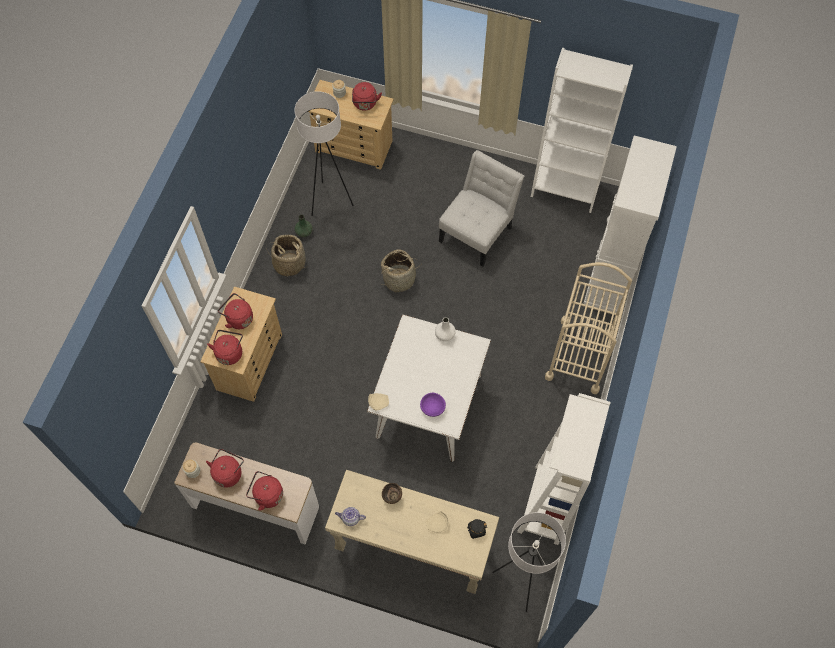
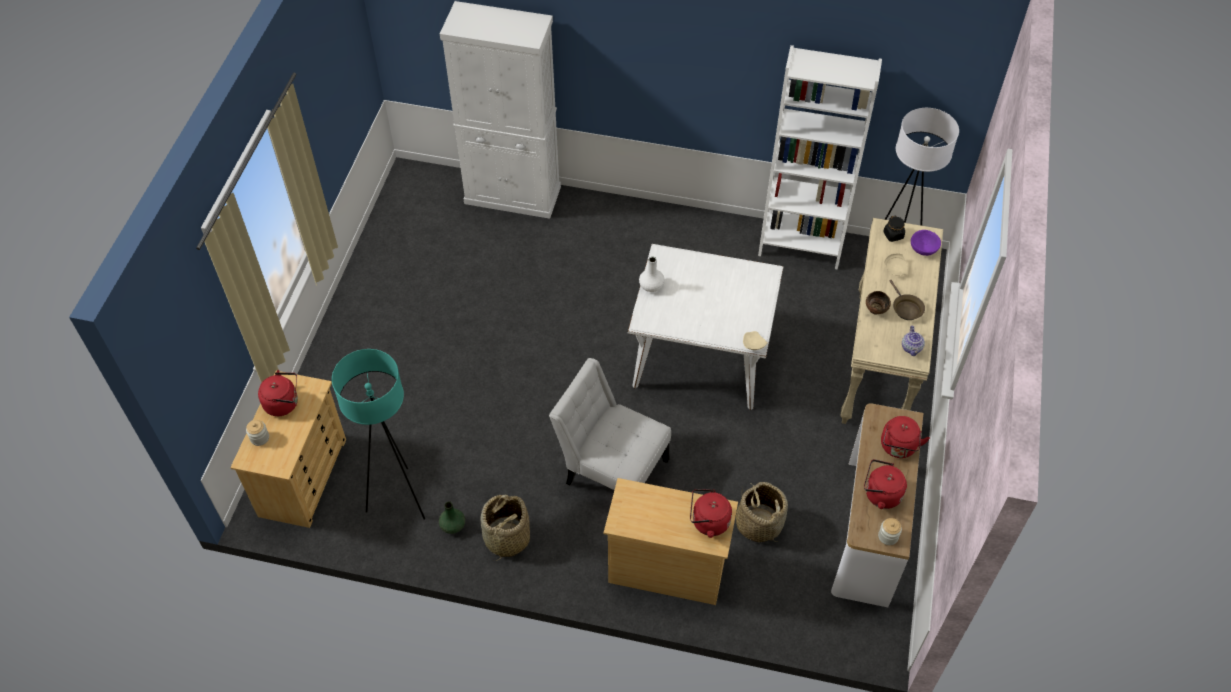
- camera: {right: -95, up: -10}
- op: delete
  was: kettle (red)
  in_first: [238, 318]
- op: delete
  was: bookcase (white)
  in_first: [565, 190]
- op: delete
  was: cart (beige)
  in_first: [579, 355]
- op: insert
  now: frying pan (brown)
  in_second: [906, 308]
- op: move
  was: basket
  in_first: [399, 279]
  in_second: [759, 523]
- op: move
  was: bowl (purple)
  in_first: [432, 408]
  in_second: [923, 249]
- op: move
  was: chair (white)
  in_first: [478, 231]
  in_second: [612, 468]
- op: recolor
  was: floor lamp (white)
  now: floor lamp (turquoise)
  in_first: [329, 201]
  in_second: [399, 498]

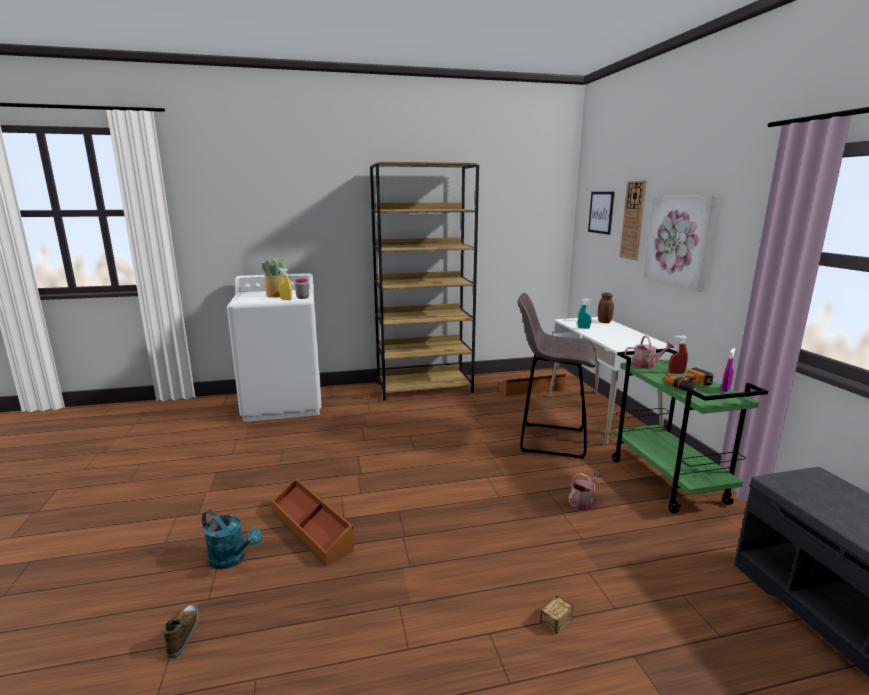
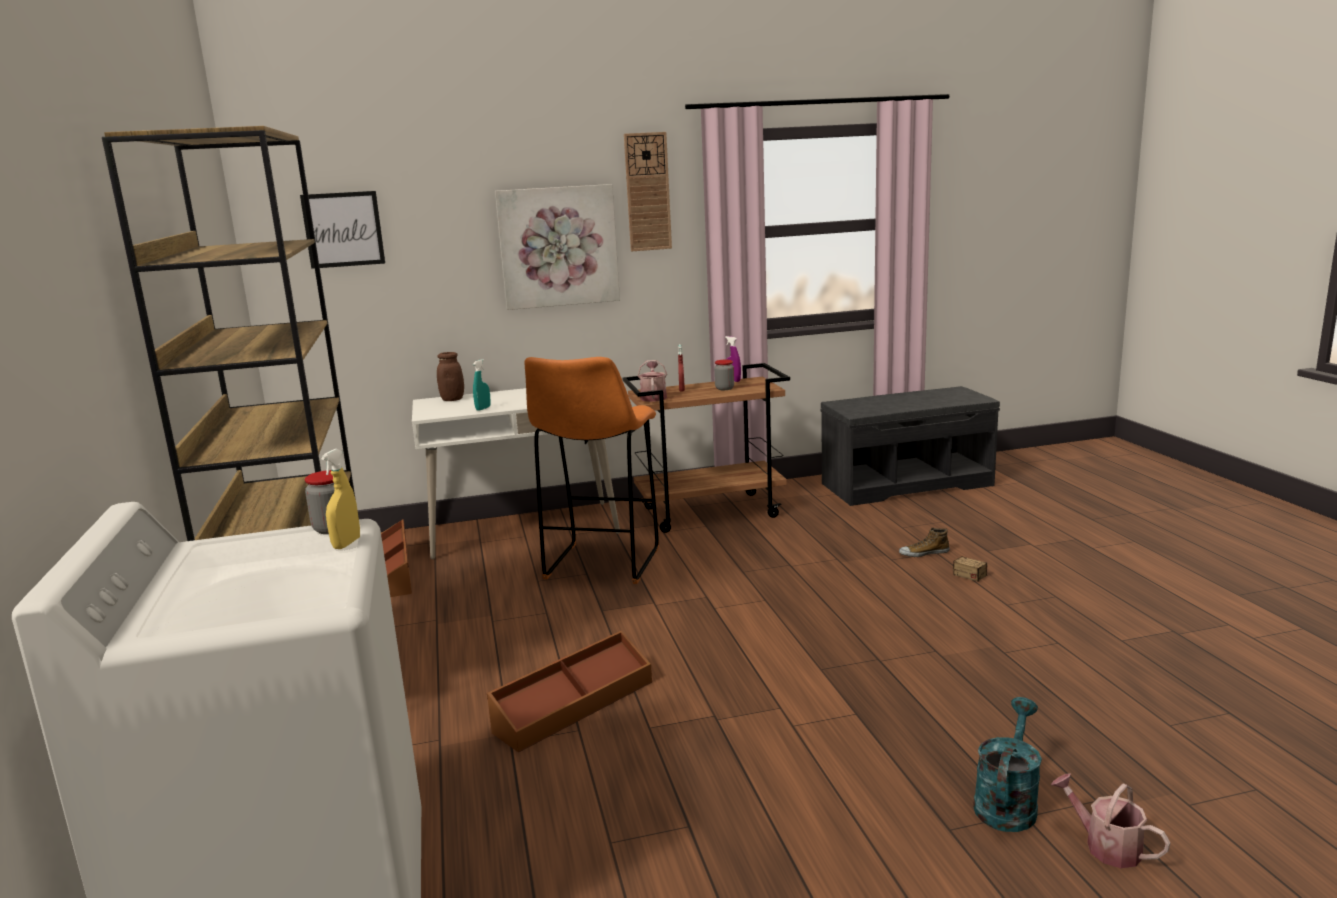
- camera: {right: -90, up: 0}
- op: delete
  was: potted plant
  in_first: [277, 295]
- op: move
  was: shoe
  in_first: [183, 634]
  in_second: [923, 553]
- op: move
  was: storage box (brown)
  in_first: [312, 530]
  in_second: [573, 705]
- op: move
  was: watering can
  in_first: [583, 502]
  in_second: [1106, 846]
- op: move
  was: wall clock
  in_first: [633, 220]
  in_second: [647, 192]
- op: replace
  was: power drill
  now: jar
  in_first: [691, 386]
  in_second: [724, 388]
- op: recolor
  was: stool (grey)
  now: stool (orange)
  in_first: [549, 440]
  in_second: [601, 565]
- op: recolor
  was: cart (green)
  now: cart (brown)
  in_first: [669, 481]
  in_second: [711, 512]

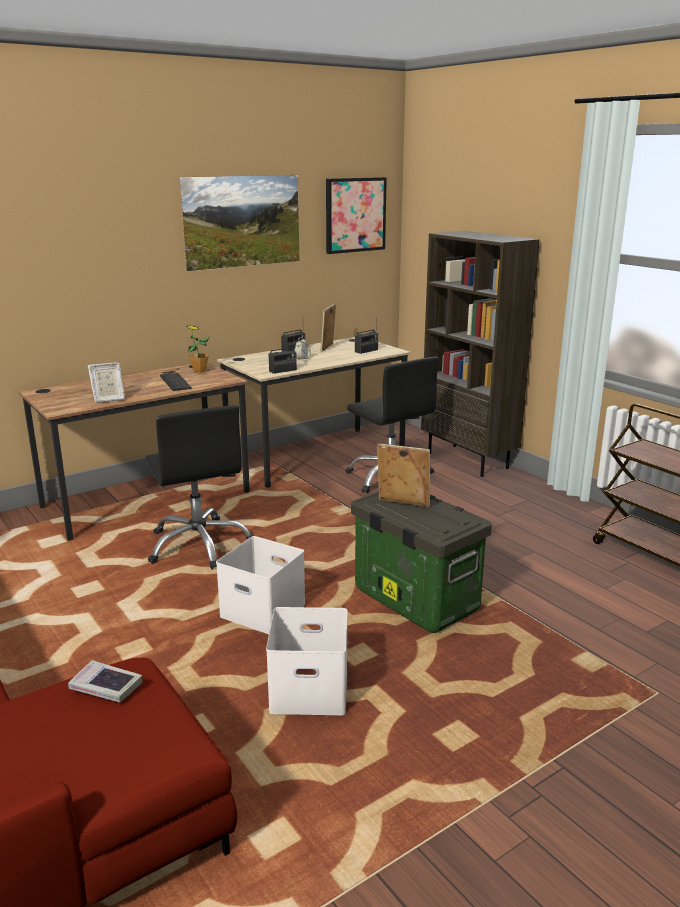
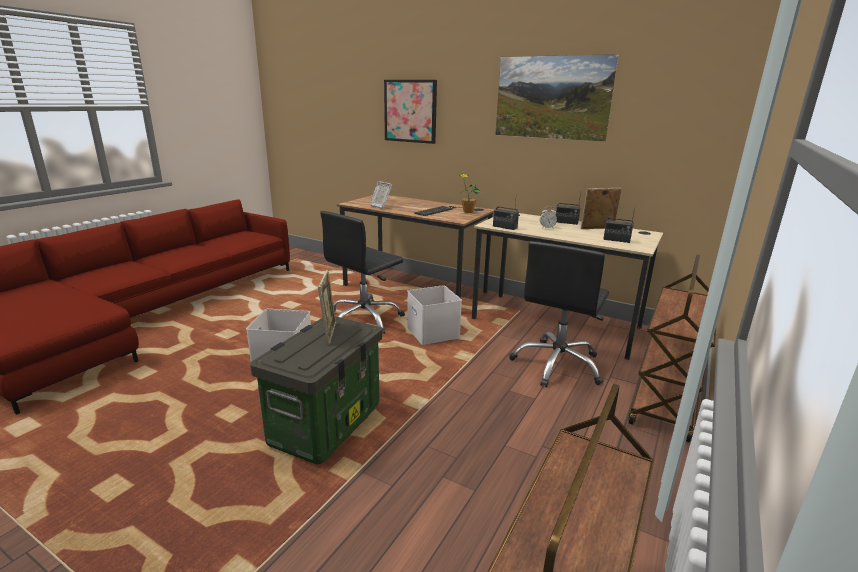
- camera: {right: 65, up: 0}
- op: delete
  was: book
  in_first: [106, 686]
- op: move
  was: storage box (white)
  in_first: [307, 692]
  in_second: [431, 333]
- op: move
  was: picture
  in_first: [355, 215]
  in_second: [410, 111]
- op: replace
  was: bookcase (brown)
  now: cart (brown)
  in_first: [468, 460]
  in_second: [665, 401]

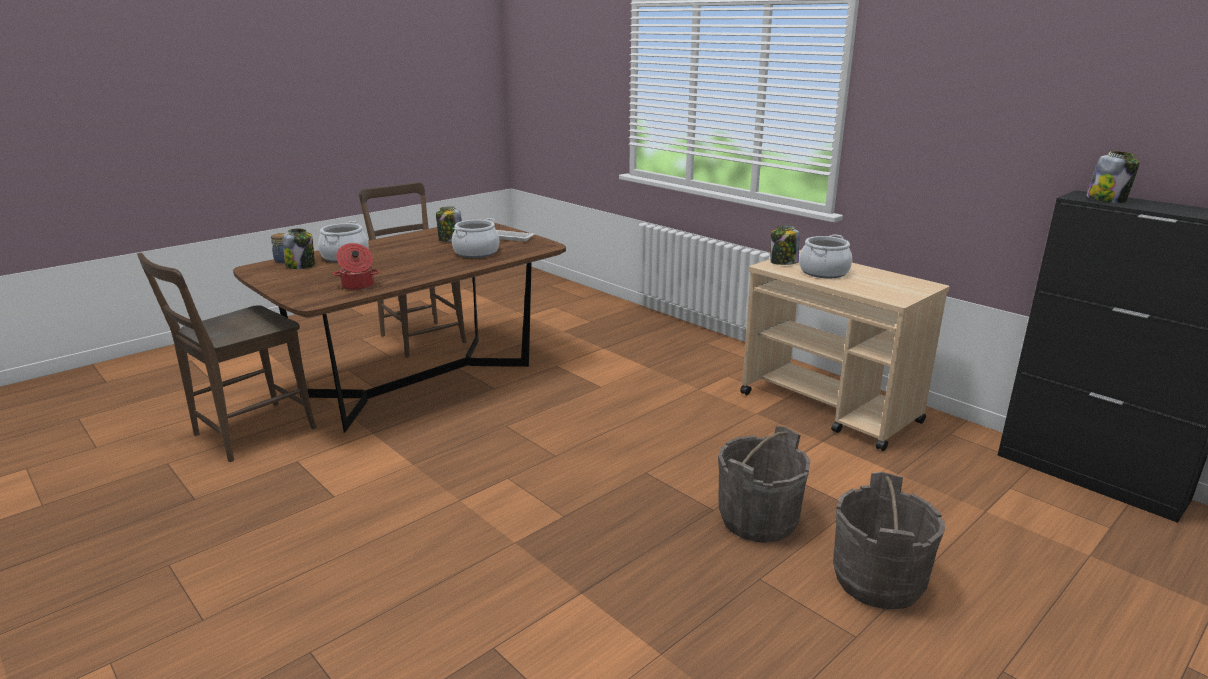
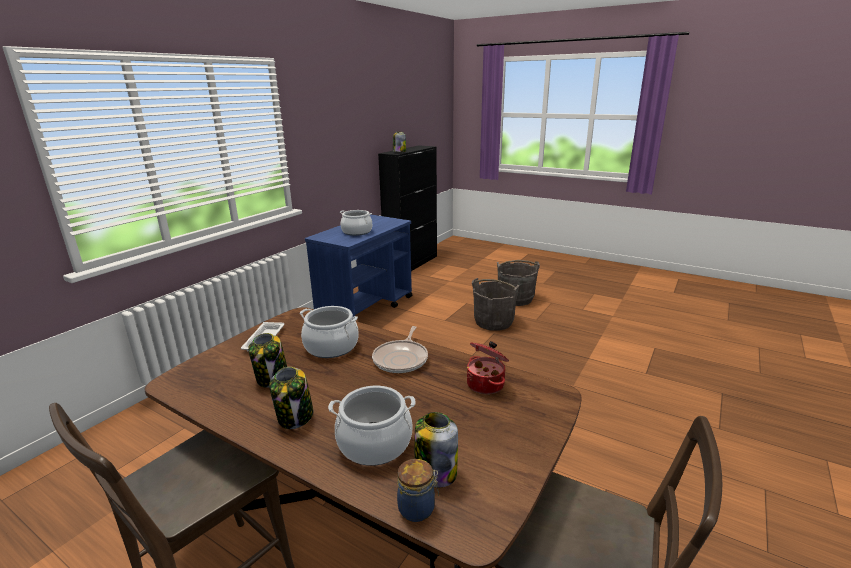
- camera: {right: -105, up: 0}
- op: insert
  now: frying pan
  in_second: [401, 359]
- op: move
  was: jar
  in_first: [783, 263]
  in_second: [295, 417]
- op: recolor
  was: cart (beige)
  now: cart (blue)
  in_first: [830, 408]
  in_second: [366, 309]

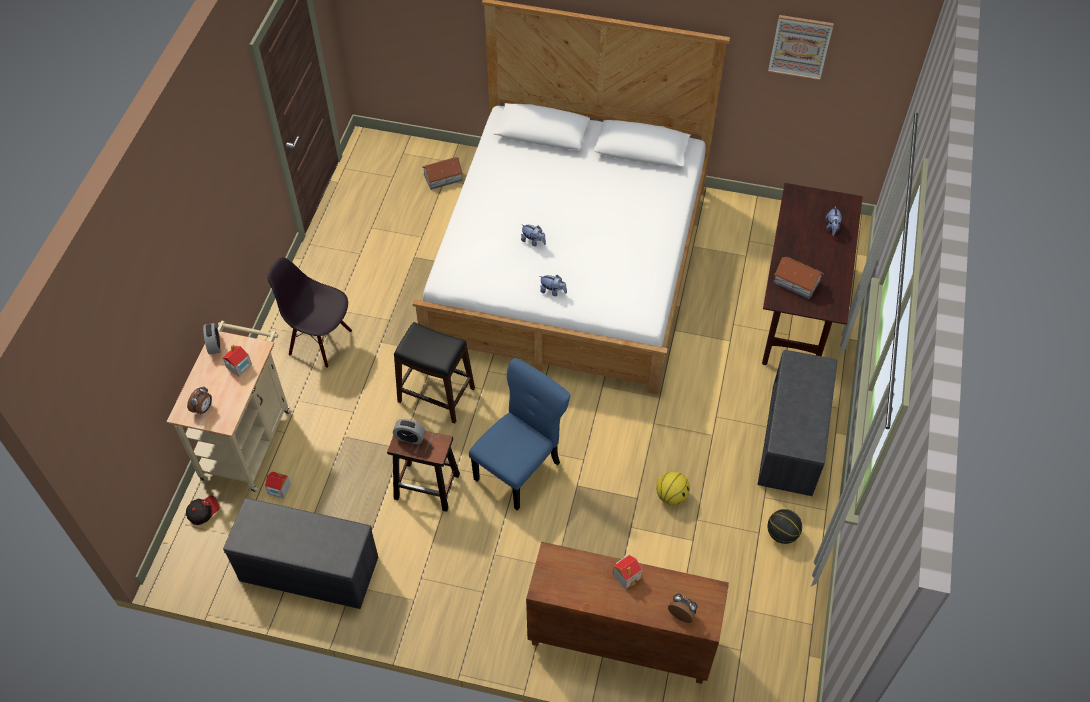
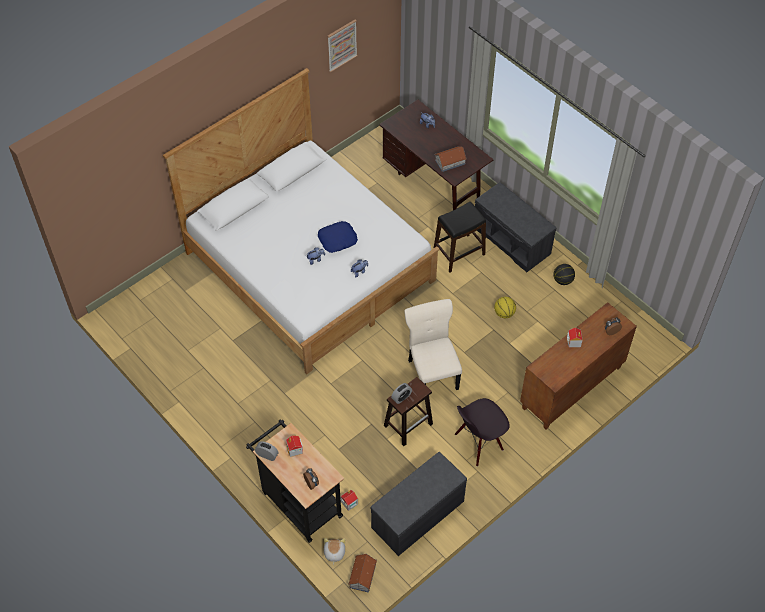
- camera: {right: -55, up: 0}
- op: insert
  now: pillow (blue)
  in_second: [337, 240]
- op: move
  was: chair (black)
  in_first: [321, 342]
  in_second: [478, 443]
- op: move
  was: stool (black)
  in_first: [436, 394]
  in_second: [458, 253]
- op: move
  was: toy house
  in_first: [442, 177]
  in_second: [362, 576]
- op: replace
  was: cap
  now: plush toy
  in_first: [203, 512]
  in_second: [334, 553]
- op: recolor
  was: cart (beige)
  now: cart (black)
  in_first: [249, 439]
  in_second: [298, 501]
- op: recolor
  was: chair (blue)
  now: chair (beige)
  in_first: [520, 469]
  in_second: [432, 372]

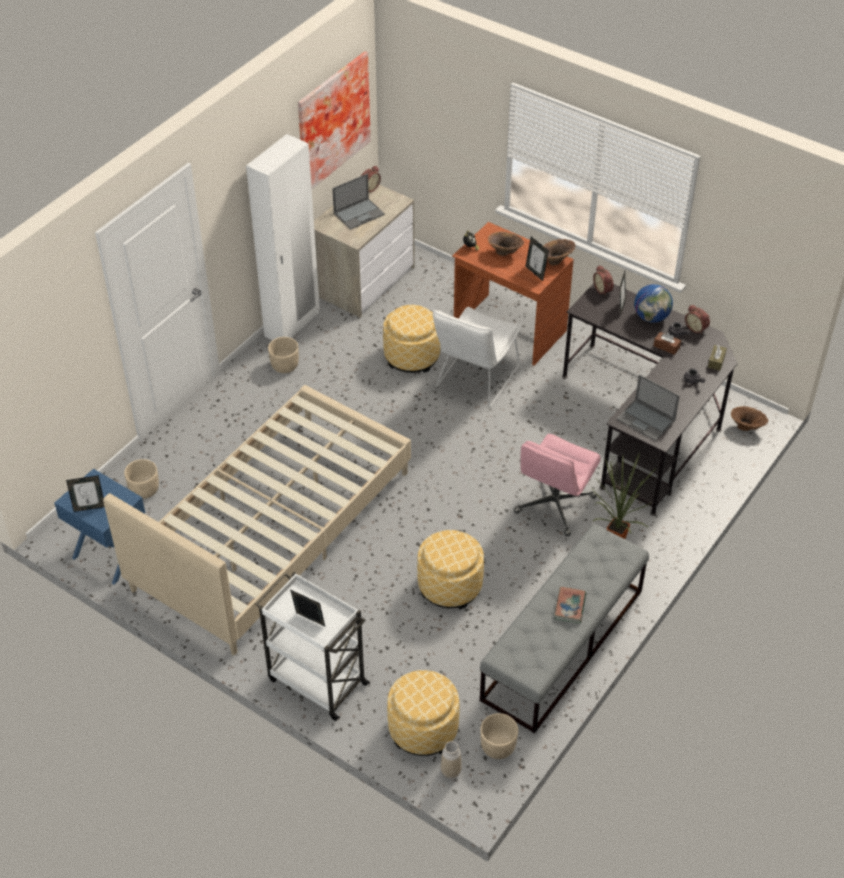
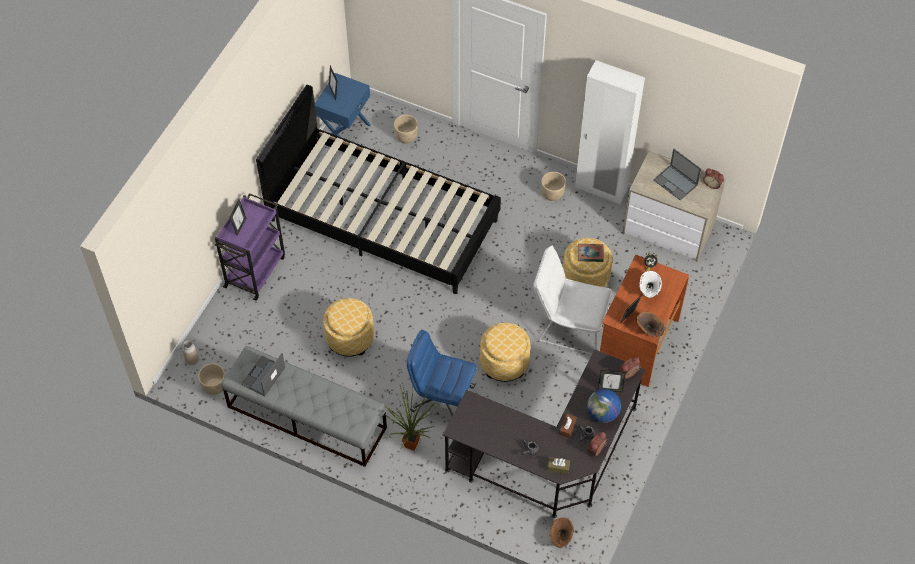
- camera: {right: 80, up: 10}
- op: delete
  was: picture
  in_first: [331, 120]
- op: move
  was: ottoman
  in_first: [423, 729]
  in_second: [504, 362]
- op: move
  was: book
  in_first: [570, 607]
  in_second: [590, 254]
- op: move
  was: laptop
  in_first: [646, 420]
  in_second: [263, 376]
- op: recolor
  was: bed (beige)
  now: bed (black)
  in_first: [272, 530]
  in_second: [383, 219]
- op: recolor
  was: cart (white)
  now: cart (purple)
  in_first: [316, 680]
  in_second: [255, 270]
- op: recolor
  was: vase (brown)
  now: vase (white)
  in_first: [505, 253]
  in_second: [648, 292]
- op: recolor
  was: office chair (pink)
  now: office chair (blue)
  in_first: [554, 505]
  in_second: [441, 398]

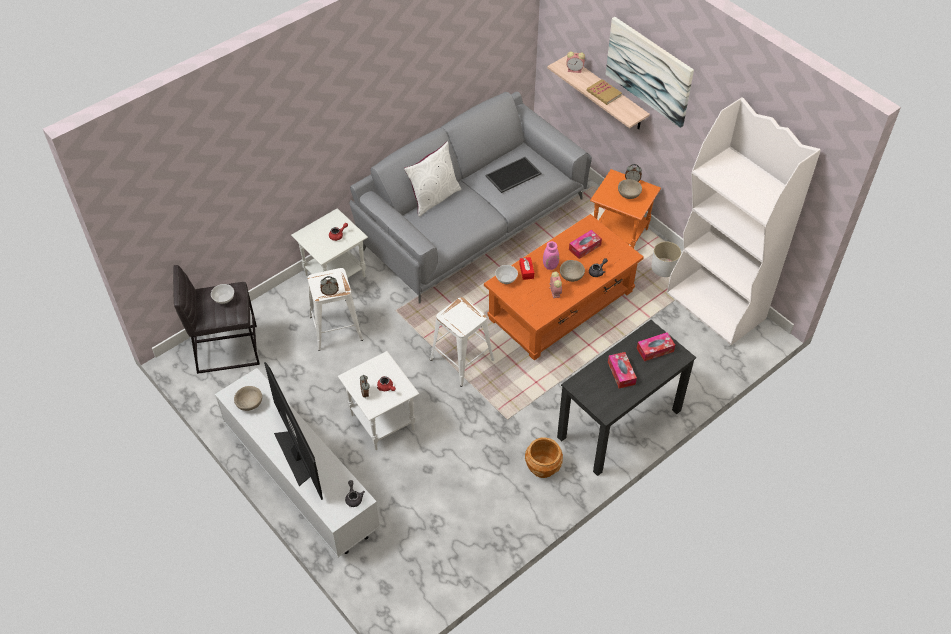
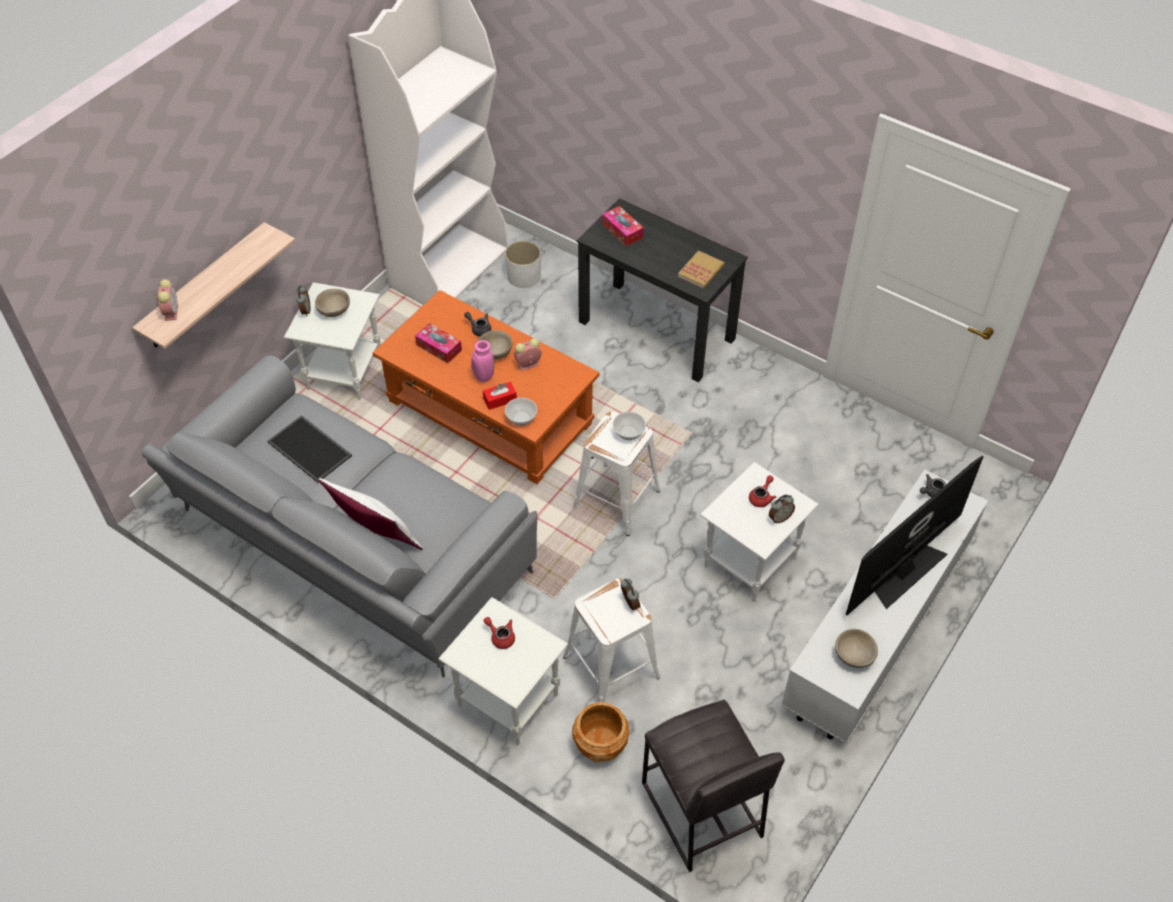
- camera: {right: -105, up: 0}
- op: delete
  was: picture
  in_first: [649, 71]
- op: delete
  was: tissue box
  in_first: [621, 373]
- op: move
  was: bowl
  in_first: [223, 299]
  in_second: [629, 433]
- op: move
  was: planter (brown)
  in_first: [543, 467]
  in_second: [600, 744]
- op: move
  was: book
  in_first: [604, 93]
  in_second: [700, 271]
- op: move
  was: planter (white)
  in_first: [664, 268]
  in_second: [524, 276]
- op: recolor
  was: side table (orange)
  now: side table (white)
  in_first: [620, 234]
  in_second: [345, 371]

